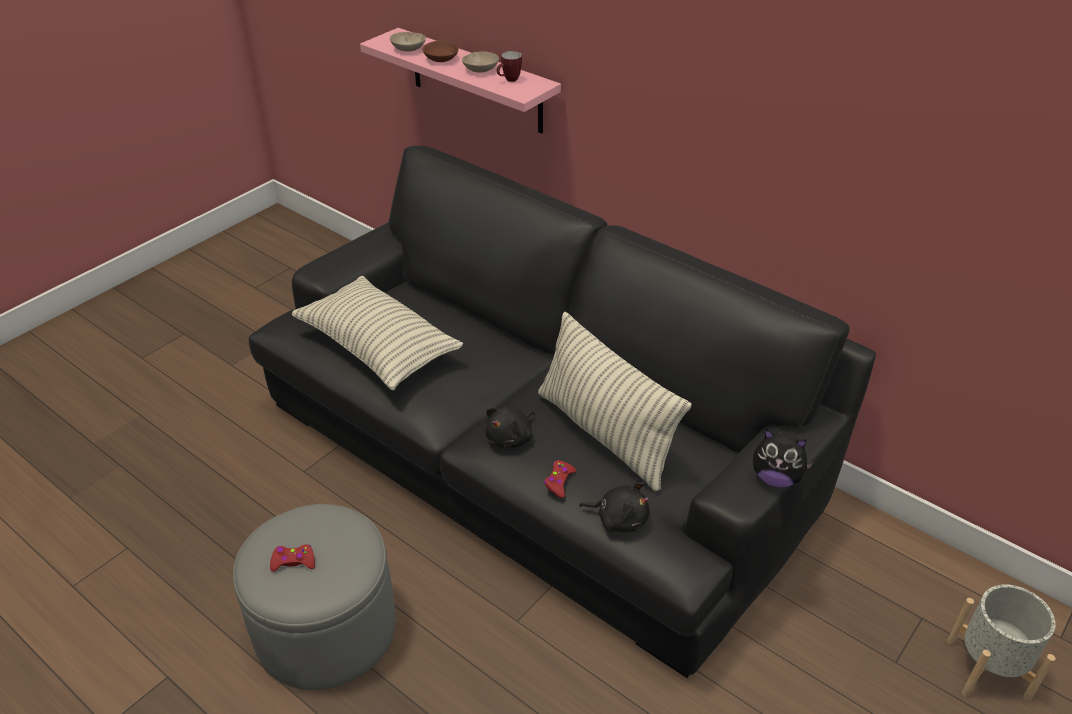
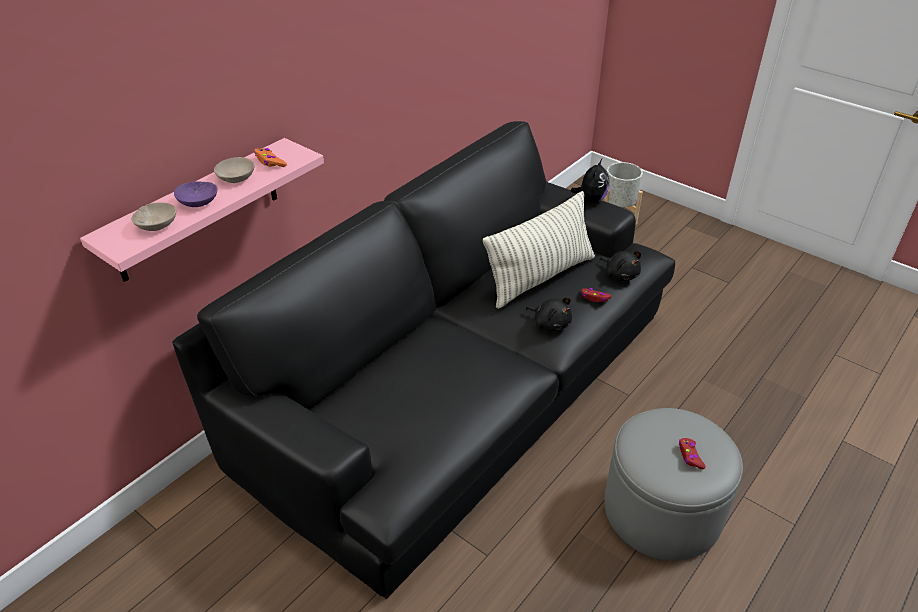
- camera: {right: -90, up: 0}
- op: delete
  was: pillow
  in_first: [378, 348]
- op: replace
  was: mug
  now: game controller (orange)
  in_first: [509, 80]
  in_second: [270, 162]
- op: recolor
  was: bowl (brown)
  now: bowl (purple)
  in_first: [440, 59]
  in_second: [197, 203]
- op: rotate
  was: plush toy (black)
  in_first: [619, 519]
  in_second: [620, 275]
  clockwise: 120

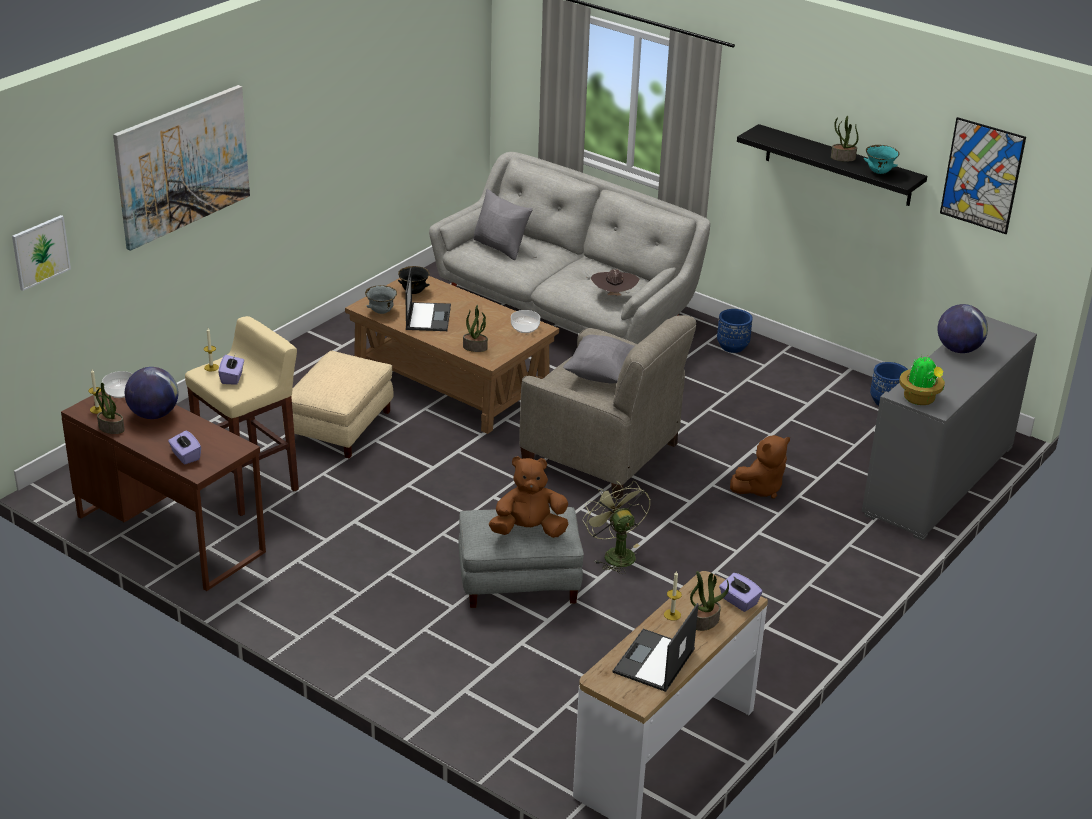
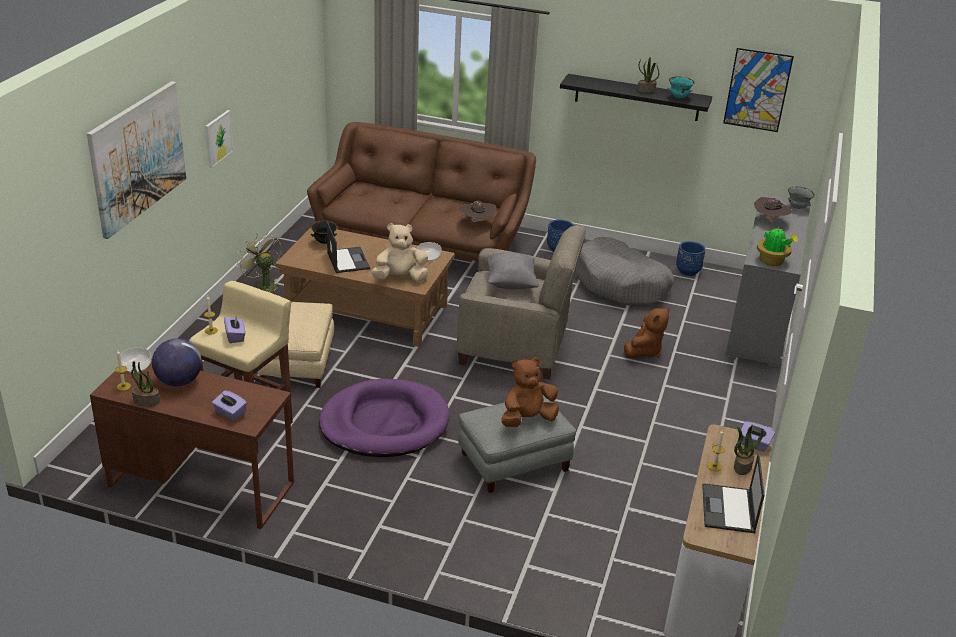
- camera: {right: -20, up: 0}
- op: delete
  was: pillow (grey)
  in_first: [500, 247]
- op: insert
  now: dog bed (purple)
  in_second: [384, 423]
- op: insert
  now: dog bed (grey)
  in_second: [620, 284]
- op: move
  was: picture
  in_first: [40, 252]
  in_second: [218, 138]
- op: move
  was: bowl (grey)
  in_first: [381, 312]
  in_second: [797, 208]
- op: move
  was: fan (green)
  in_first: [615, 554]
  in_second: [262, 287]
- op: replace
  was: potted plant
  now: plush toy (beige)
  in_first: [475, 347]
  in_second: [400, 278]
- op: replace
  was: globe
  now: hat (brown)
  in_first: [958, 349]
  in_second: [770, 221]
- op: recolor
  was: sofa (grey)
  now: sofa (brown)
  in_first: [565, 312]
  in_second: [422, 242]

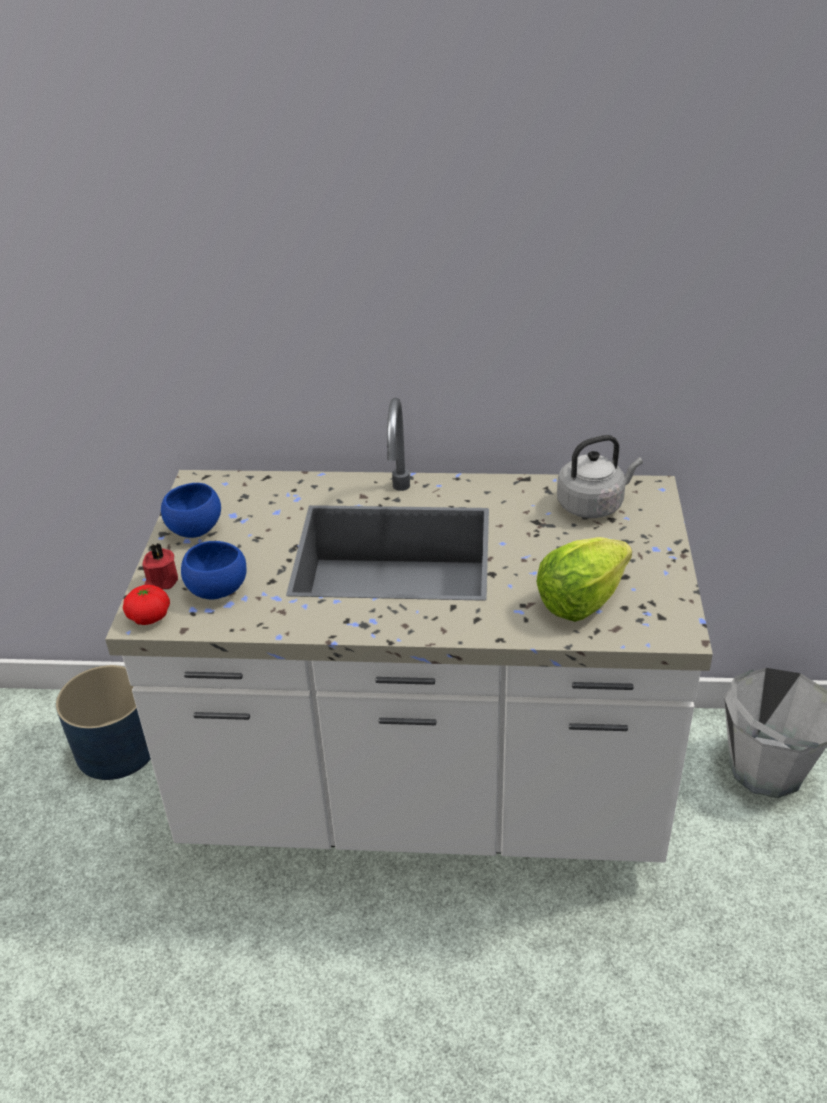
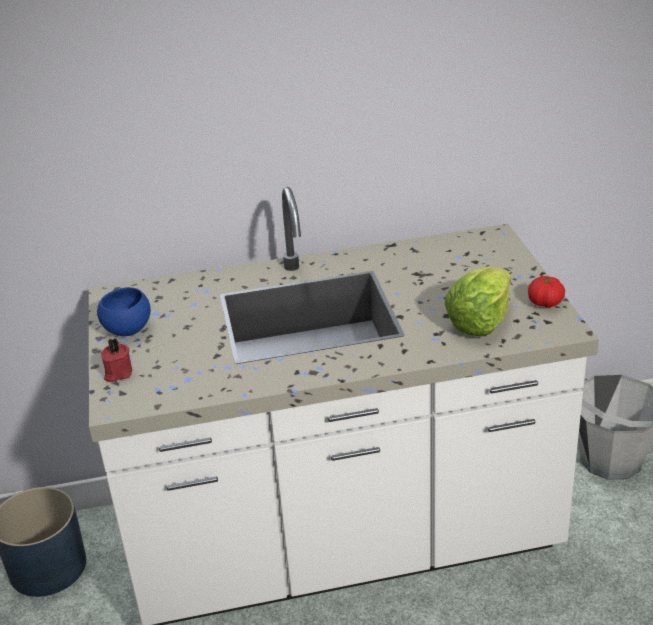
- camera: {right: -15, up: -5}
- op: delete
  was: bowl (blue)
  in_first: [217, 590]
- op: delete
  was: kettle (grey)
  in_first: [593, 505]
- op: move
  was: tomato
  in_first: [149, 617]
  in_second: [545, 303]

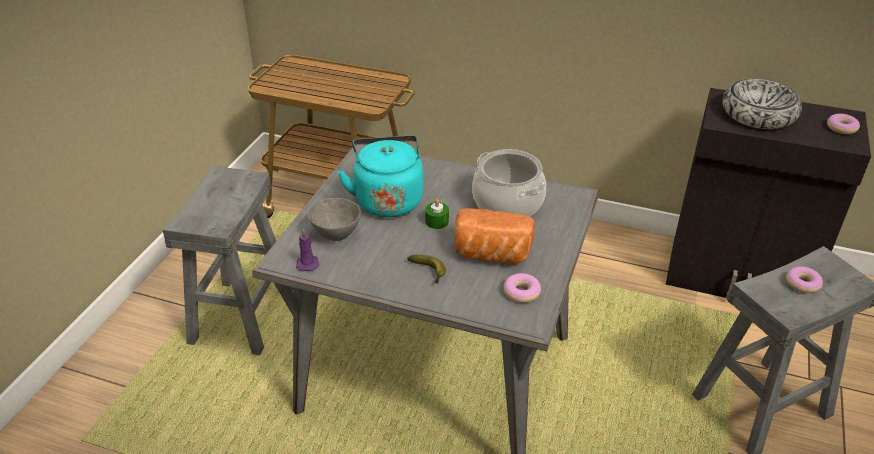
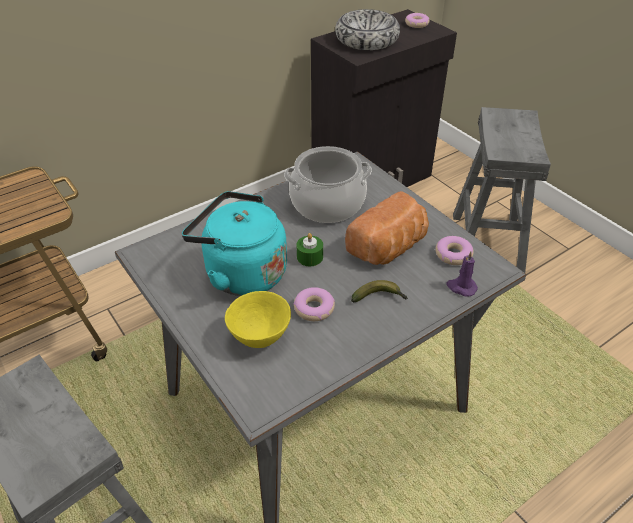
- camera: {right: -55, up: 5}
- op: move
  was: candle (purple)
  in_first: [307, 263]
  in_second: [461, 287]
- op: move
  was: donut
  in_first: [802, 284]
  in_second: [314, 309]
- op: recolor
  was: bowl (grey)
  now: bowl (yellow)
  in_first: [336, 235]
  in_second: [260, 338]

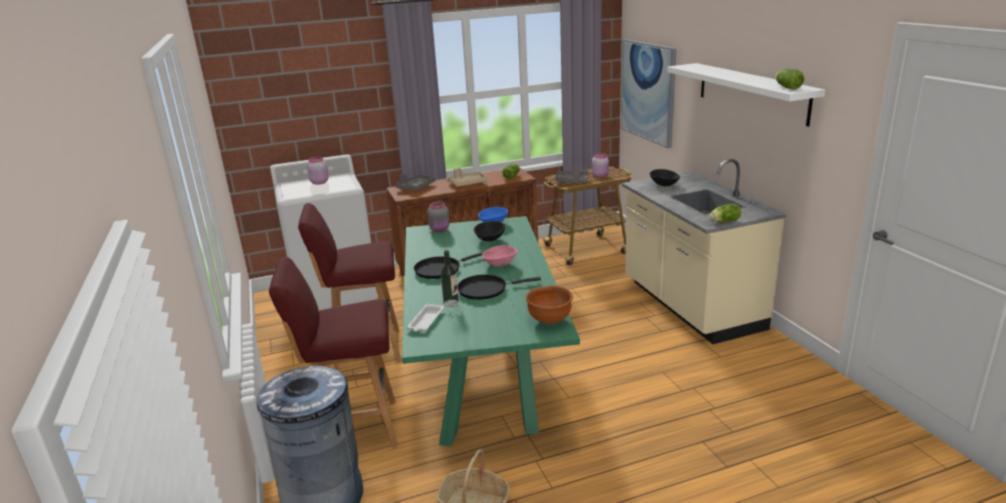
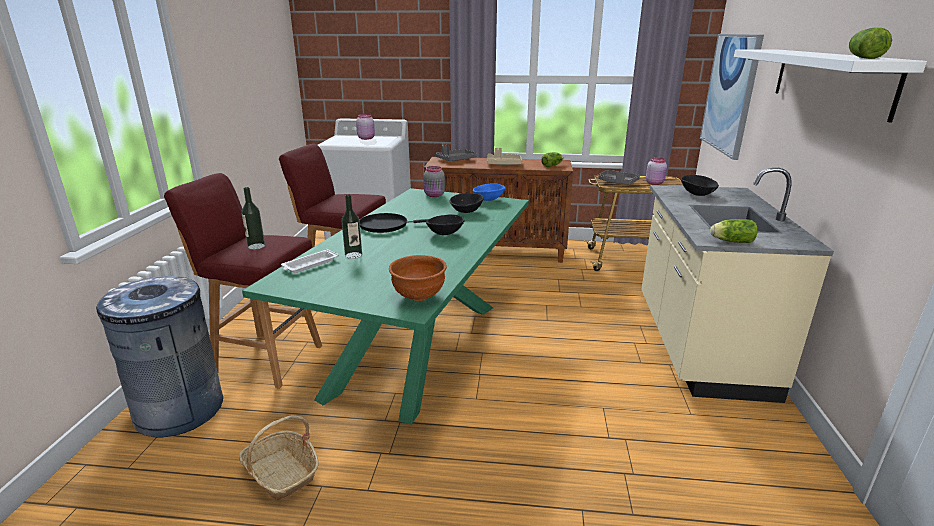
- camera: {right: 25, up: 0}
- op: delete
  was: frying pan (black)
  in_first: [486, 289]
- op: insert
  now: bottle
  in_second: [256, 246]
- op: recolor
  was: bowl (pink)
  now: bowl (black)
  in_first: [500, 264]
  in_second: [445, 234]

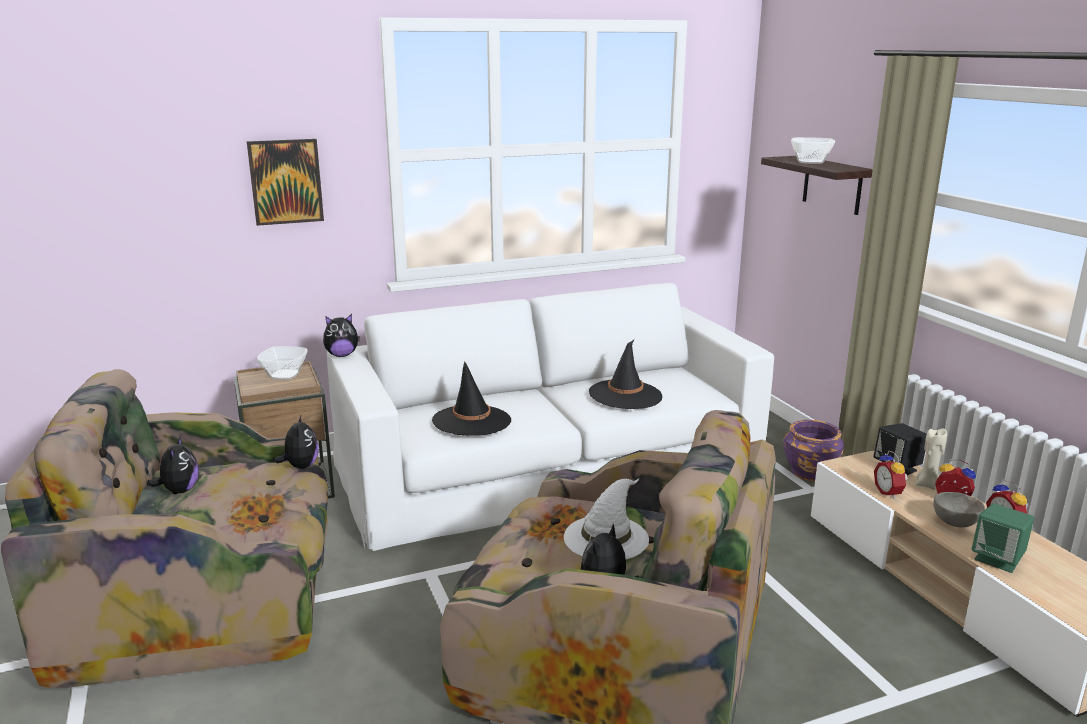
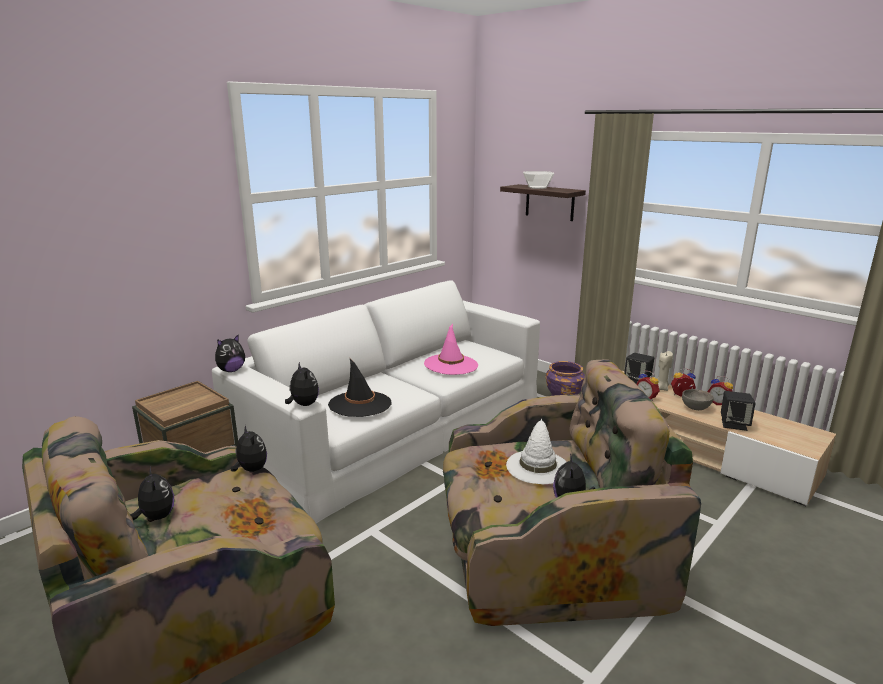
- camera: {right: -25, up: 0}
- op: delete
  was: picture
  in_first: [286, 181]
- op: delete
  was: bowl
  in_first: [285, 375]
- op: insert
  now: plush toy
  in_second: [303, 404]
- op: recolor
  was: hat (black)
  now: hat (pink)
  in_first: [625, 395]
  in_second: [451, 365]
- op: recolor
  was: speaker (green)
  now: speaker (black)
  in_first: [998, 559]
  in_second: [734, 424]

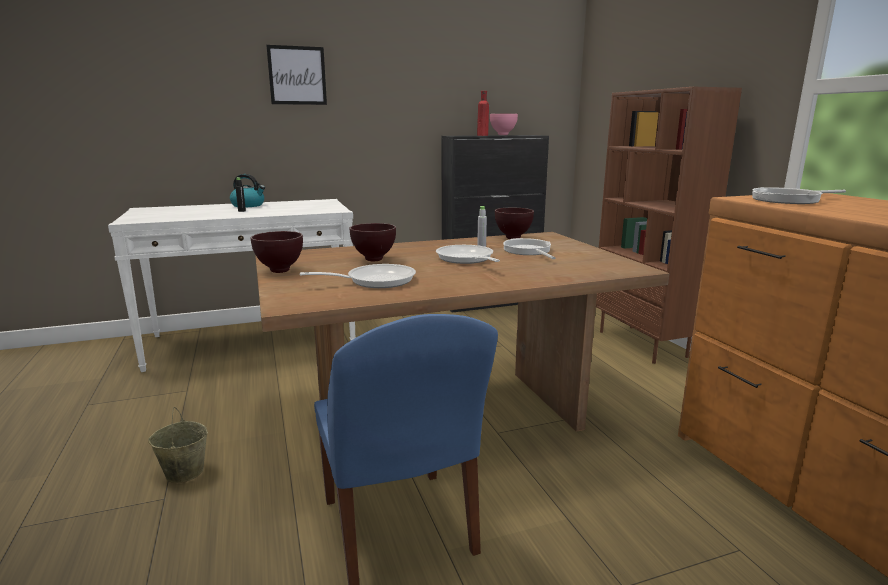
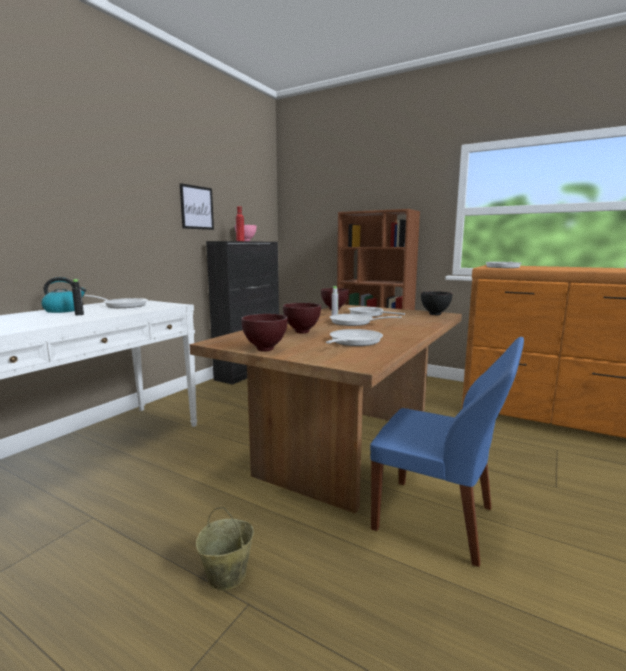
- camera: {right: -40, up: -5}
- op: insert
  now: frying pan
  in_second: [122, 305]
- op: insert
  now: bowl (black)
  in_second: [434, 314]
- op: move
  was: picture
  in_first: [297, 75]
  in_second: [197, 207]

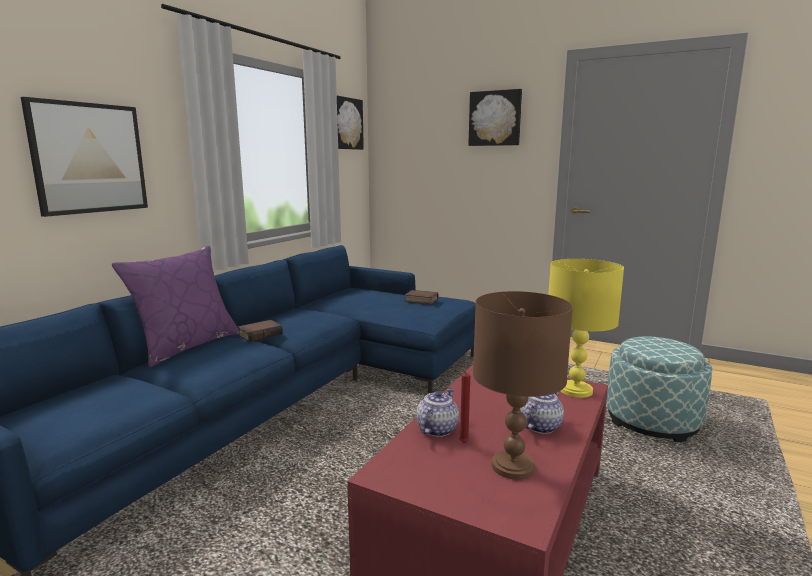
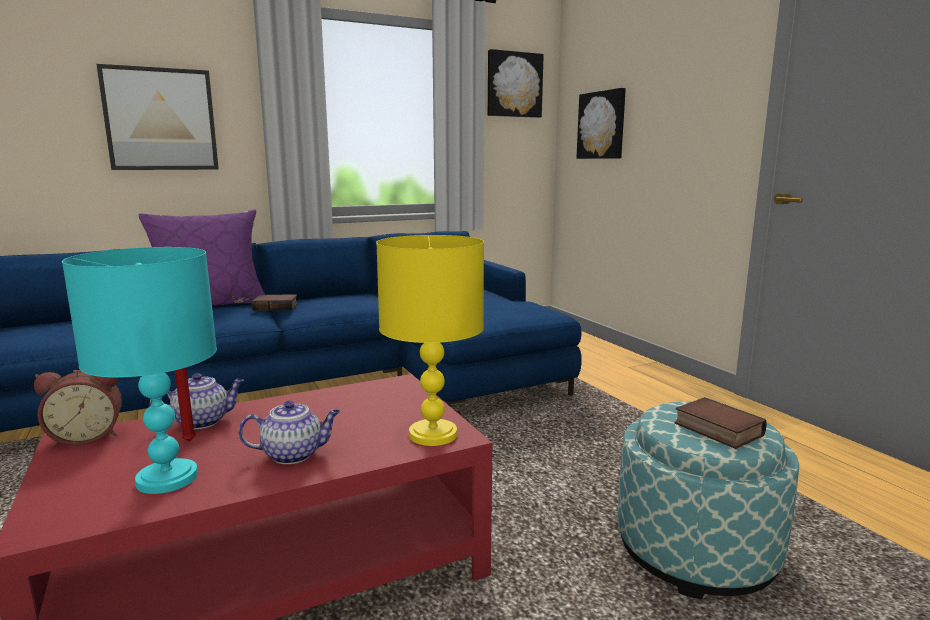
- camera: {right: 35, up: 0}
- op: insert
  now: alarm clock
  in_second: [87, 437]
- op: move
  was: book
  in_first: [420, 300]
  in_second: [715, 429]
- op: move
  was: picture
  in_first: [495, 118]
  in_second: [602, 125]
- op: recolor
  was: table lamp (brown)
  now: table lamp (turquoise)
  in_first: [514, 466]
  in_second: [168, 478]

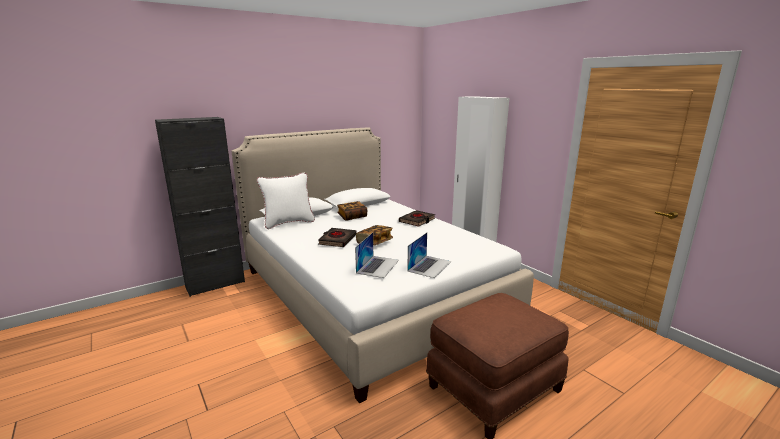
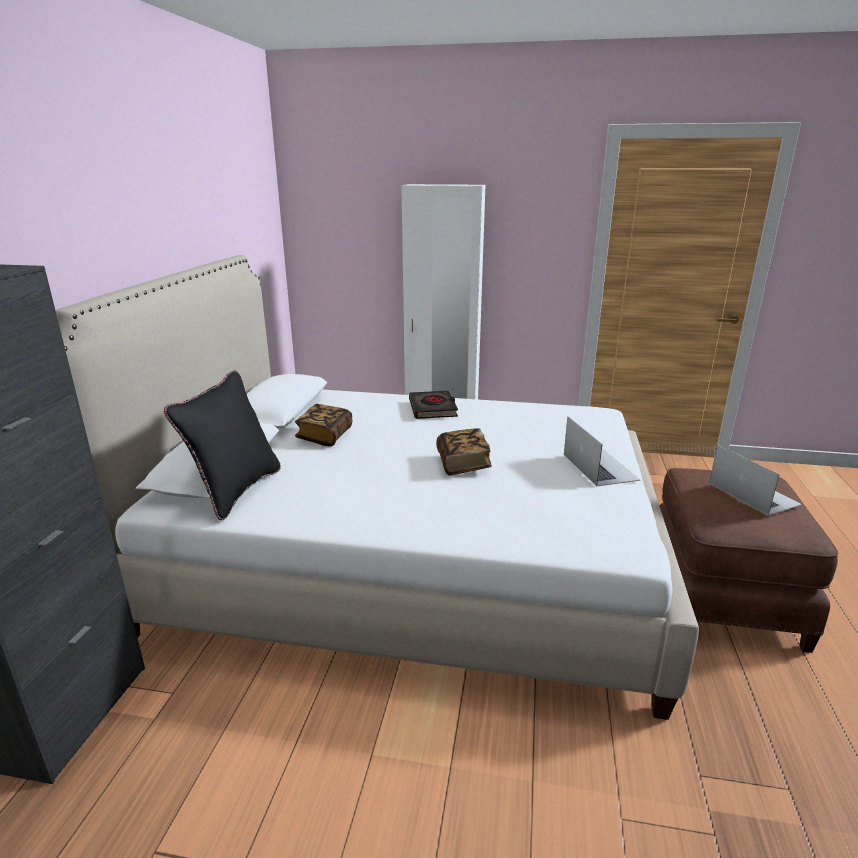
- camera: {right: -45, up: 5}
- op: delete
  was: book (black)
  in_first: [337, 240]
- op: move
  was: laptop
  in_first: [378, 266]
  in_second: [753, 493]
- op: recolor
  was: pillow (white)
  now: pillow (black)
  in_first: [288, 223]
  in_second: [236, 490]

